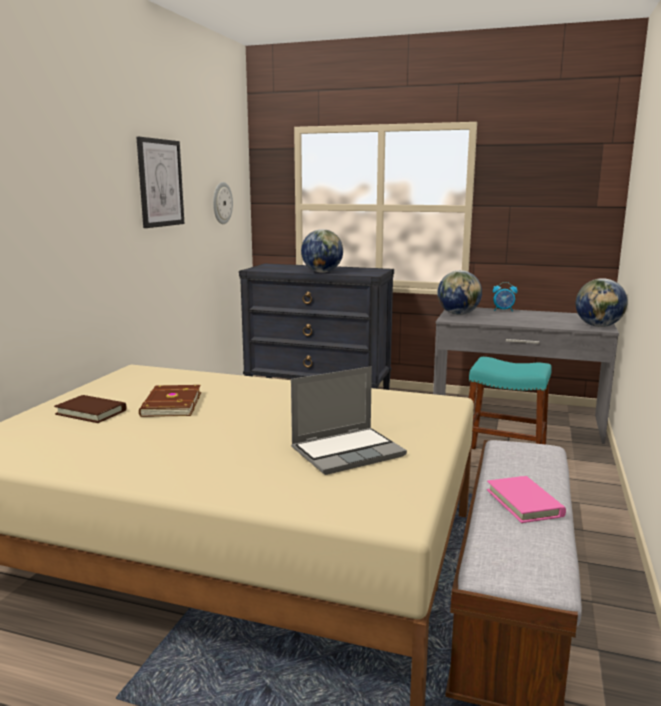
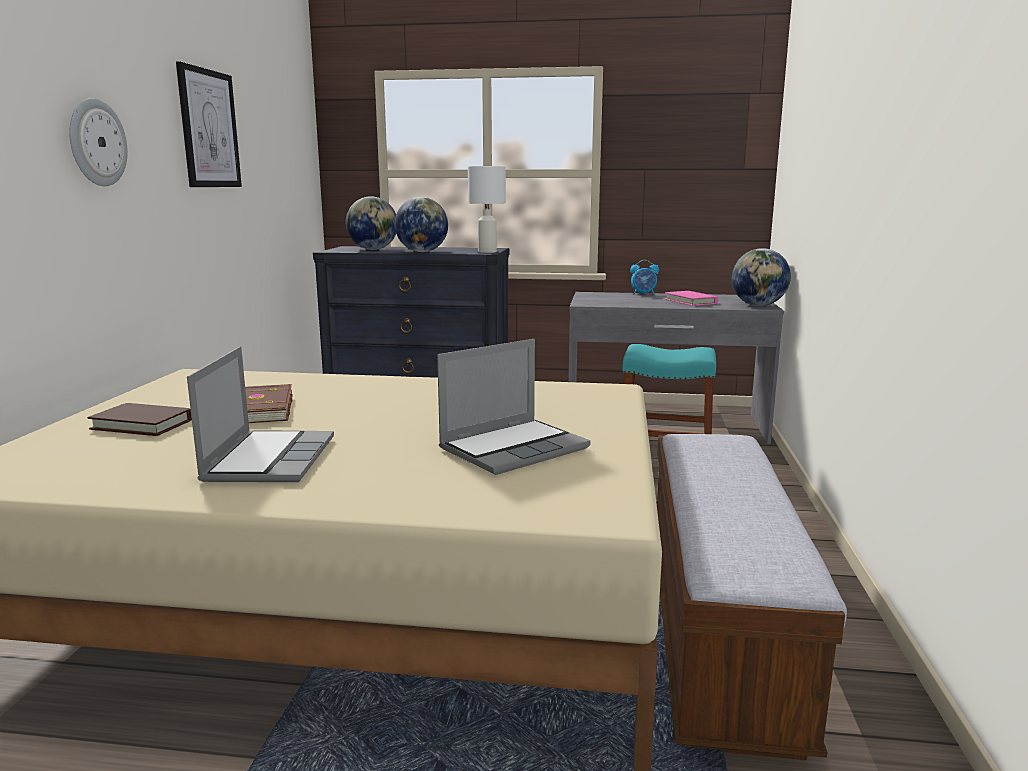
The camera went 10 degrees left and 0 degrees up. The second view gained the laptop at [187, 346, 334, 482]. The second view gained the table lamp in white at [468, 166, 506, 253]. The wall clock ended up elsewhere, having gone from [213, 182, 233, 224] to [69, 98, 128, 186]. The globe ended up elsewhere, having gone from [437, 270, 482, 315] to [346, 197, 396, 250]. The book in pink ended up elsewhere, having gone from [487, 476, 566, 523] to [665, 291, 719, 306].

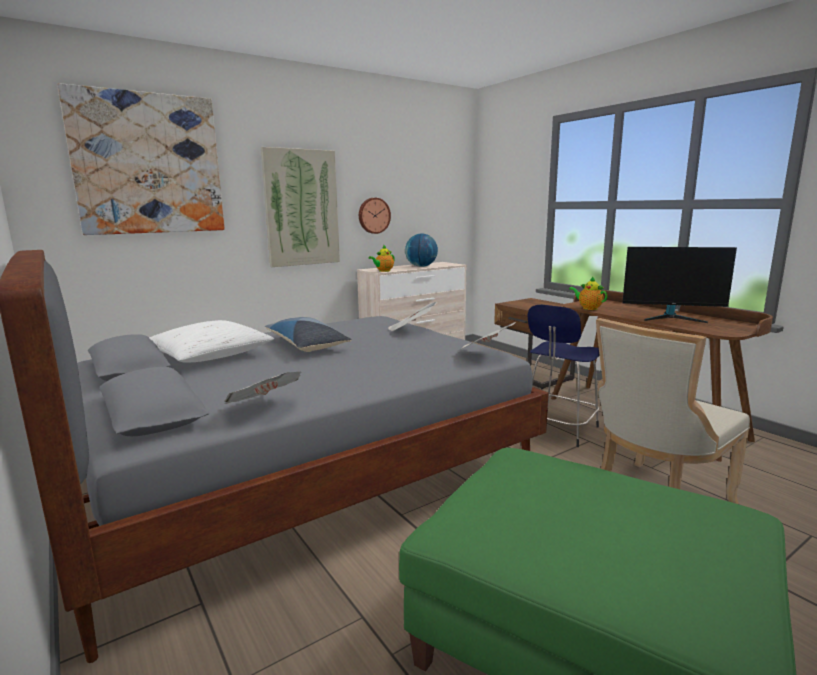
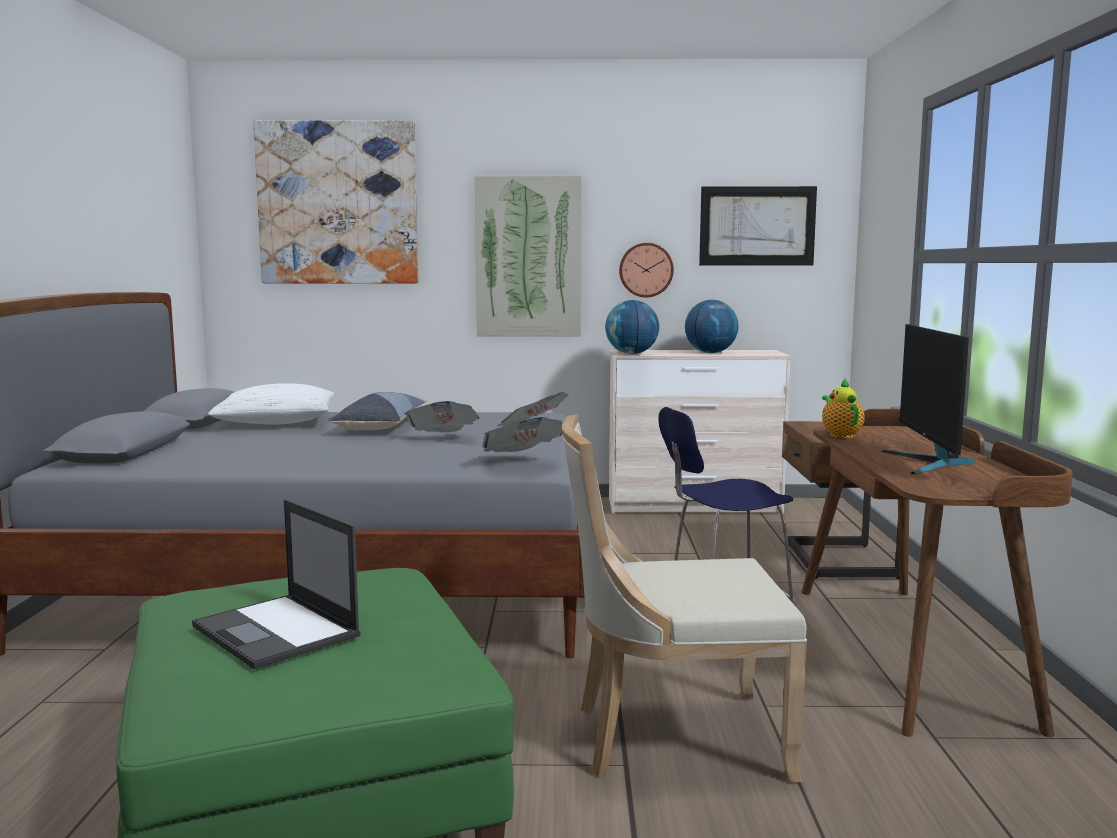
The camera went 35 degrees right and 5 degrees down. The second view gained the laptop at [192, 500, 361, 669]. The second view gained the picture at [699, 186, 817, 266]. The newspaper ended up elsewhere, having gone from [224, 372, 302, 404] to [404, 401, 479, 432]. Where the teapot stood at [369, 245, 395, 272], the globe came to stand at [605, 300, 659, 354]. The monitor at [622, 247, 737, 323] ended up facing another way, 45 degrees clockwise from before.

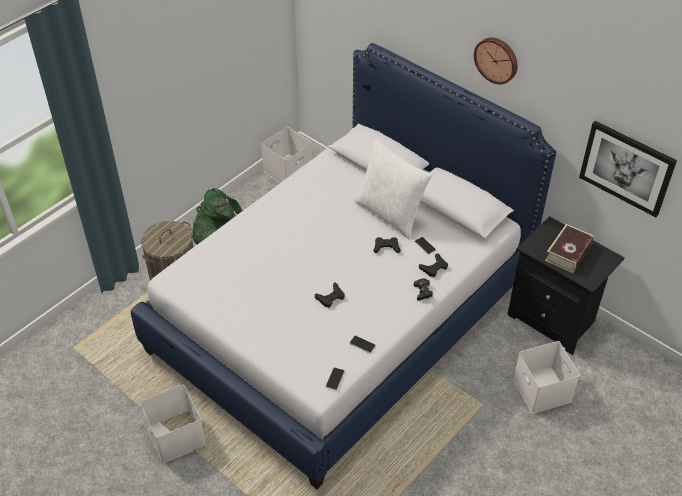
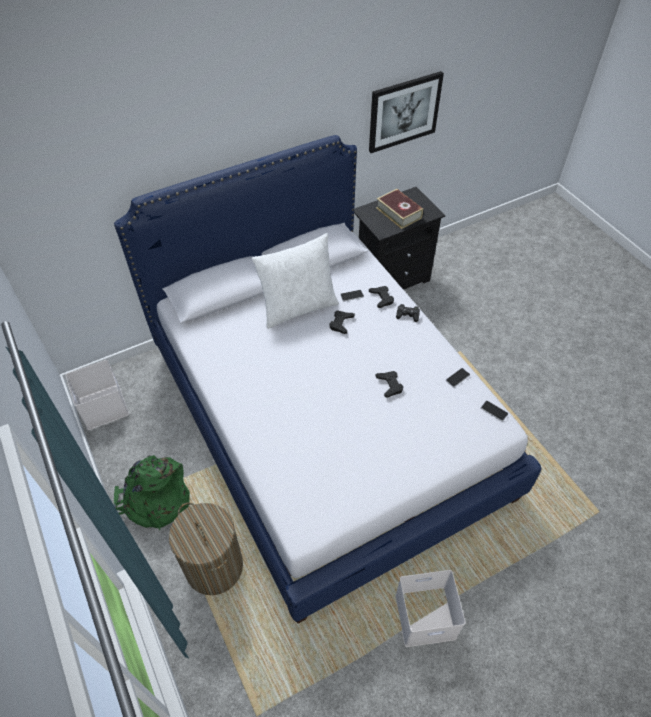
The camera went 70 degrees left and 5 degrees up. The second view lost the wall clock at [474, 37, 517, 84]. The second view lost the storage box in white at [513, 341, 580, 414].

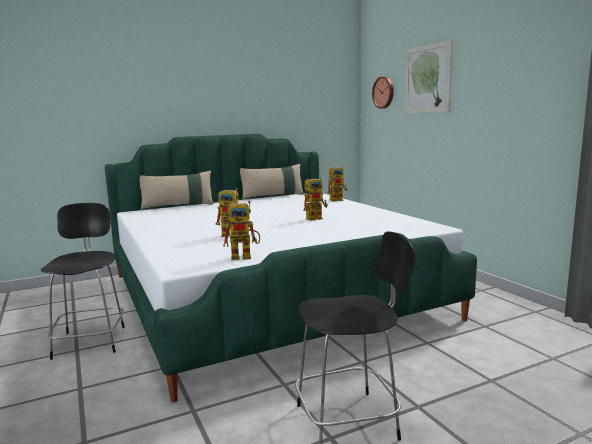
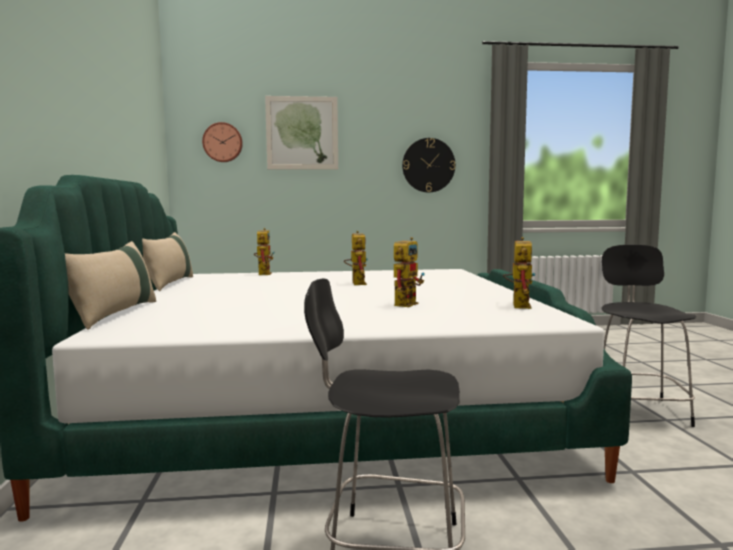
The camera went 70 degrees left and 5 degrees down. The second view gained the wall clock at [402, 138, 455, 193].

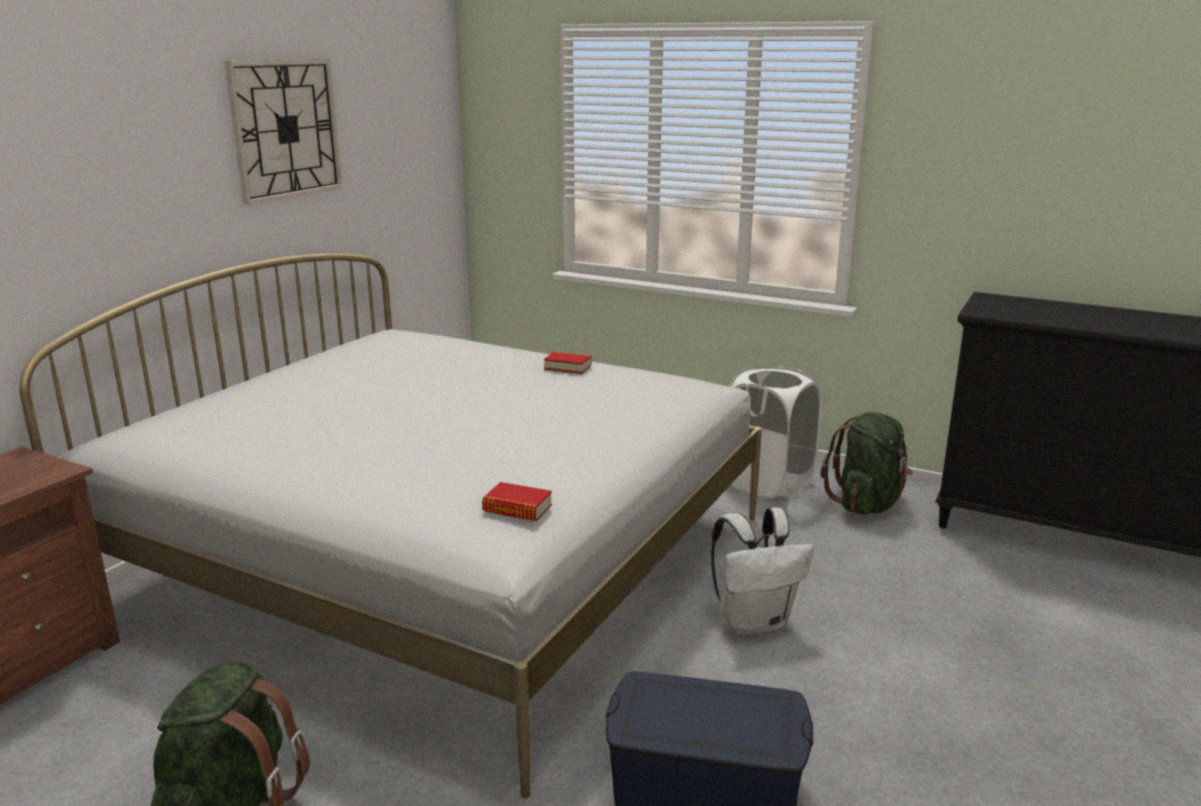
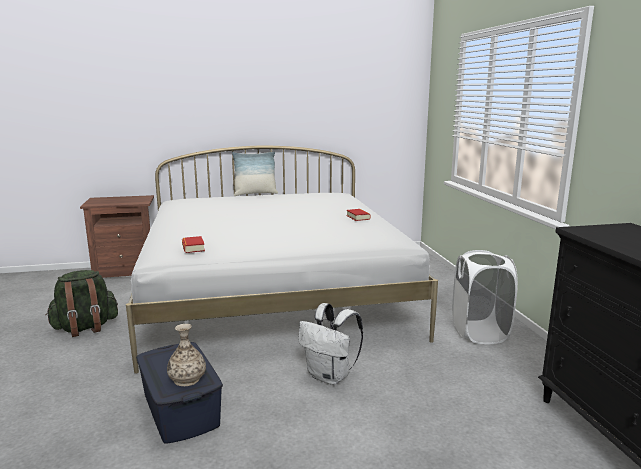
The camera went 50 degrees right and 5 degrees down. The second view lost the wall clock at [225, 59, 342, 205]. The second view lost the backpack in green at [820, 412, 913, 515]. The second view gained the vase at [167, 324, 206, 386]. The second view gained the pillow at [232, 151, 278, 196].

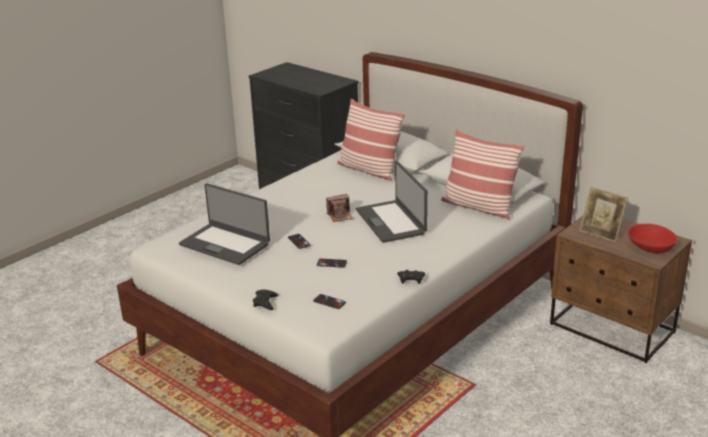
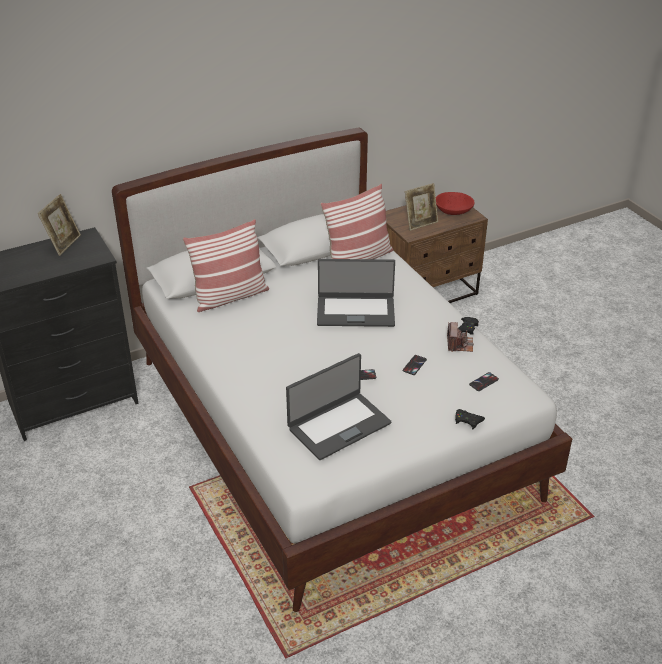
The camera went 70 degrees left and 10 degrees up. The second view gained the picture frame at [38, 194, 81, 256]. The photo camera ended up elsewhere, having gone from [326, 194, 353, 222] to [447, 322, 474, 352].

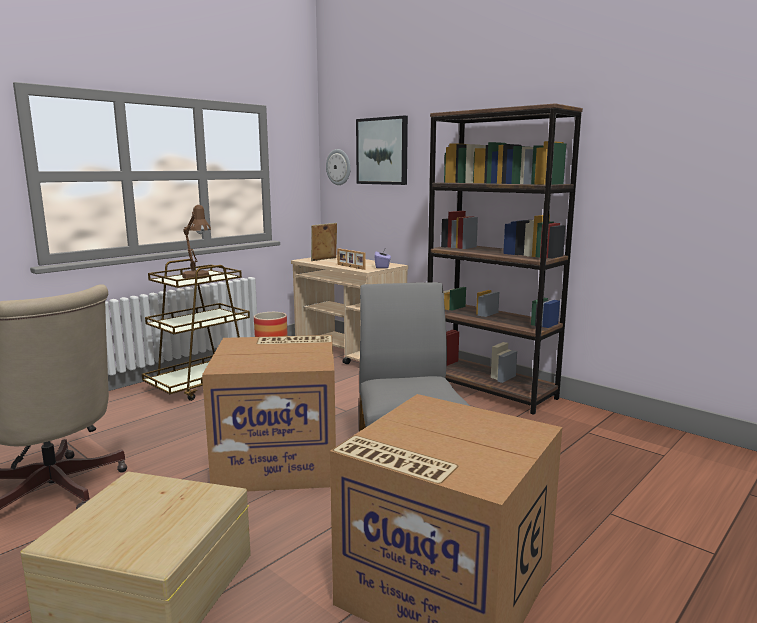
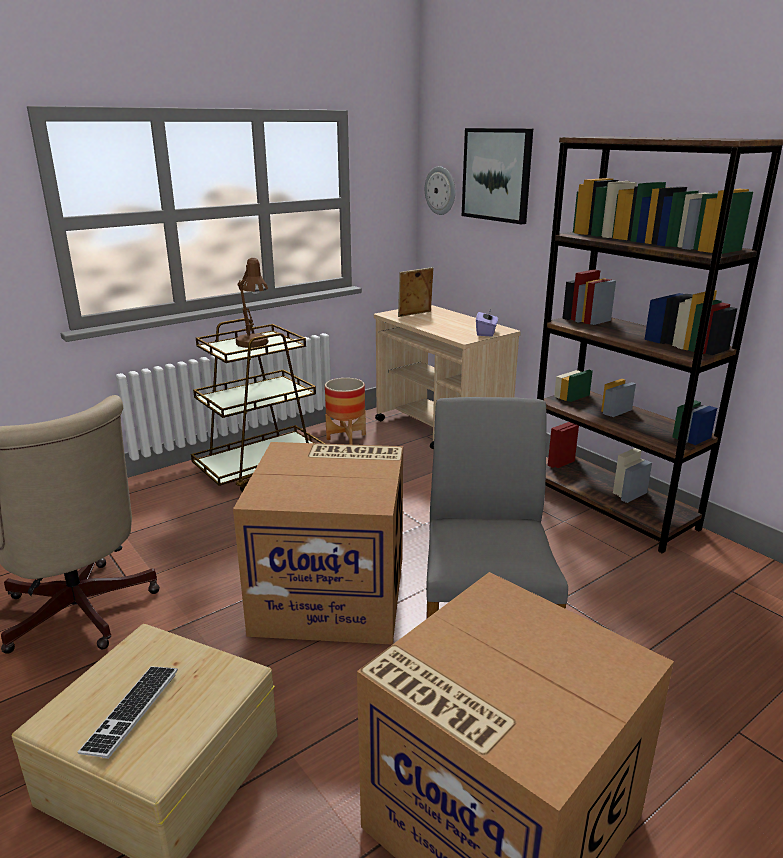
The camera went 10 degrees right and 10 degrees up. The second view lost the picture frame at [337, 248, 366, 270]. The second view gained the keyboard at [78, 666, 178, 759].

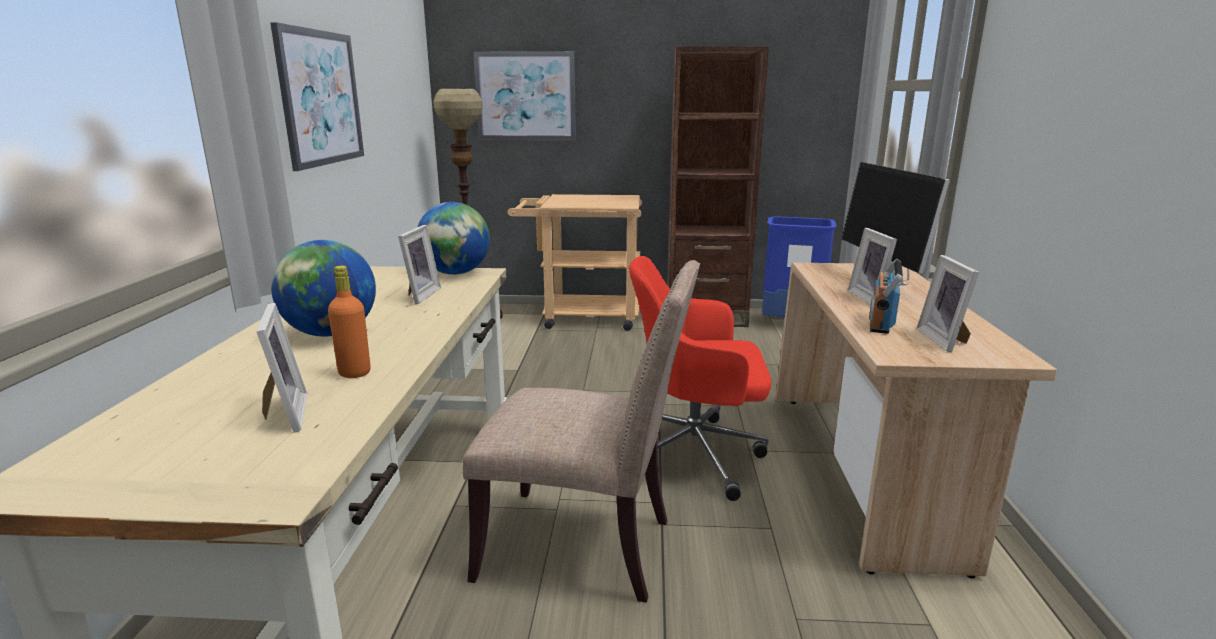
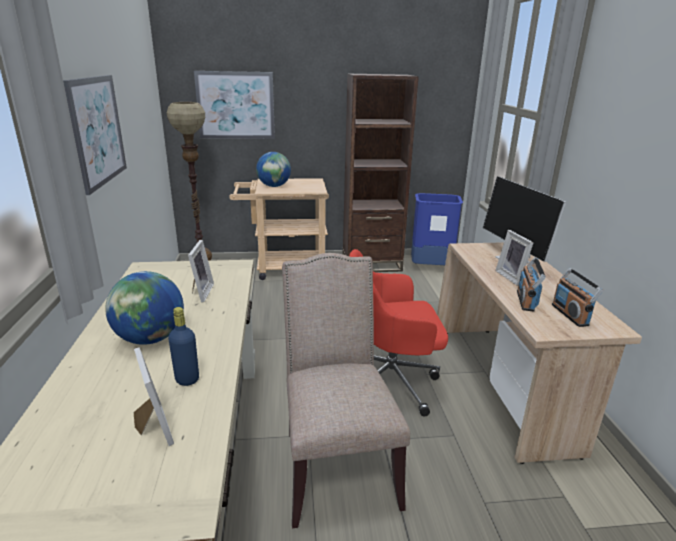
The camera went 10 degrees left and 5 degrees up. The globe ended up elsewhere, having gone from [418, 202, 490, 275] to [256, 152, 291, 187]. Where the picture frame stood at [917, 255, 979, 352], the radio came to stand at [552, 268, 603, 327]. What was the bottle in orange at [328, 265, 371, 378] turned into the bottle in blue at [168, 307, 199, 386]. The chair in beige at [463, 260, 700, 603] ended up facing another way, 105 degrees counterclockwise from before.

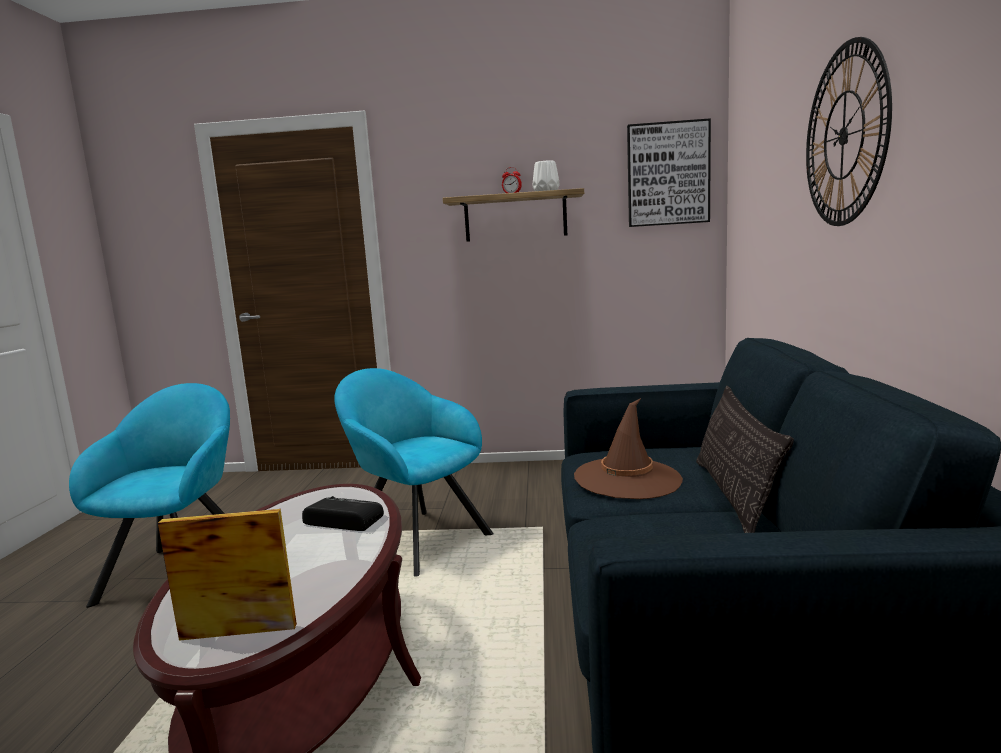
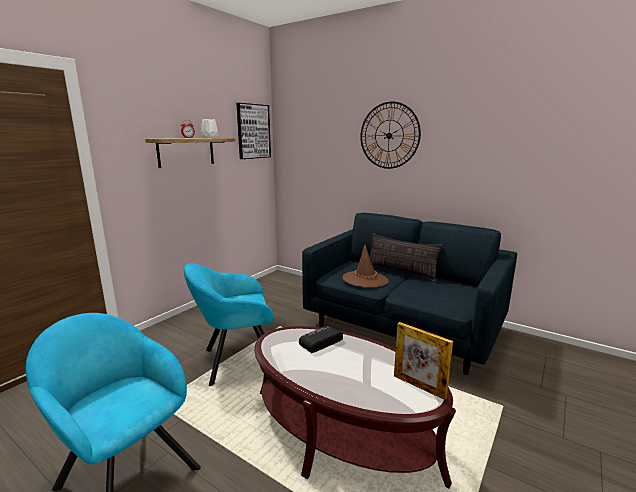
The camera went 60 degrees left and 5 degrees up. The picture frame at [158, 509, 297, 641] ended up facing another way, 75 degrees counterclockwise from before.

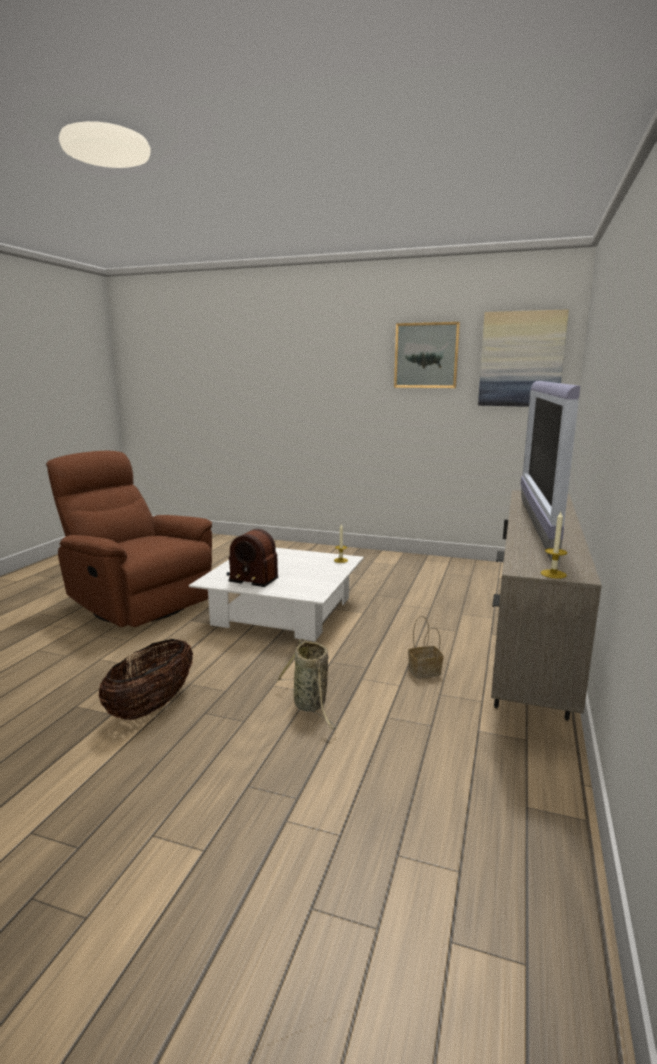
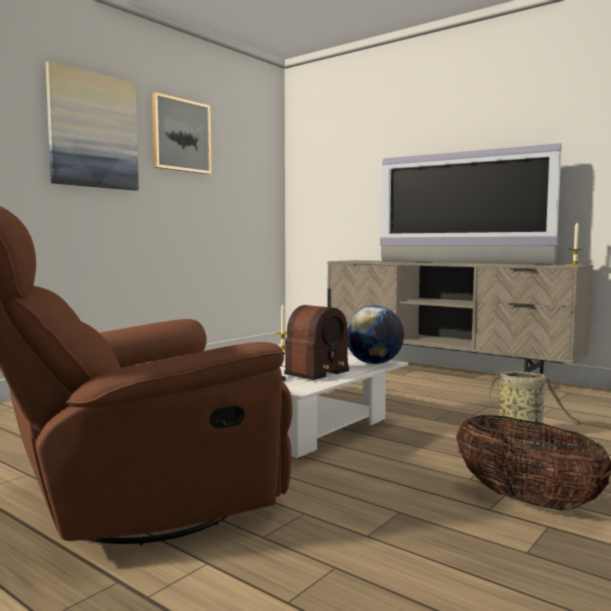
The camera went 70 degrees left and 10 degrees down. The second view lost the basket at [408, 616, 444, 679]. The second view gained the globe at [347, 305, 404, 364]. The picture ended up elsewhere, having gone from [478, 309, 569, 407] to [46, 61, 139, 191].

